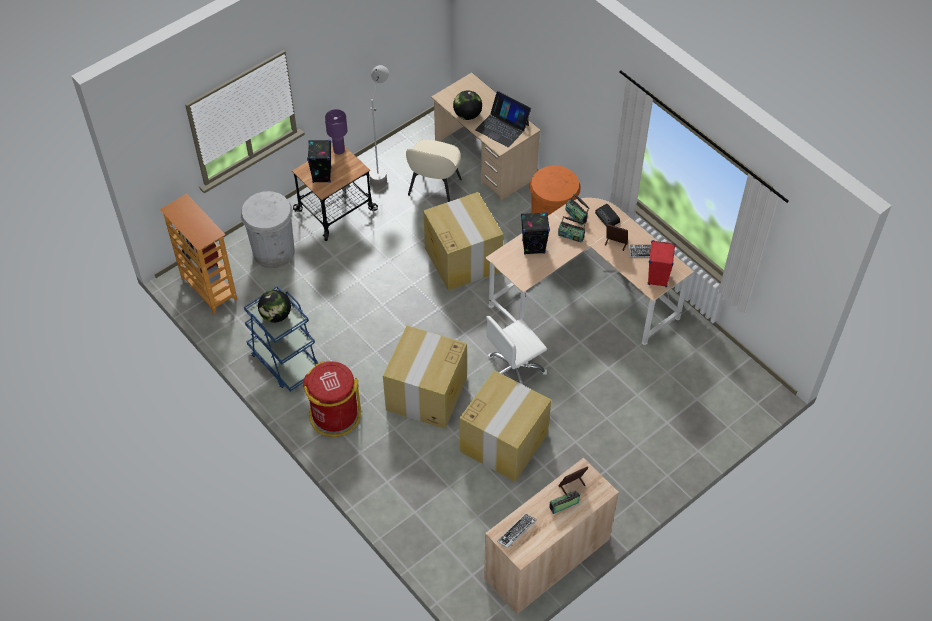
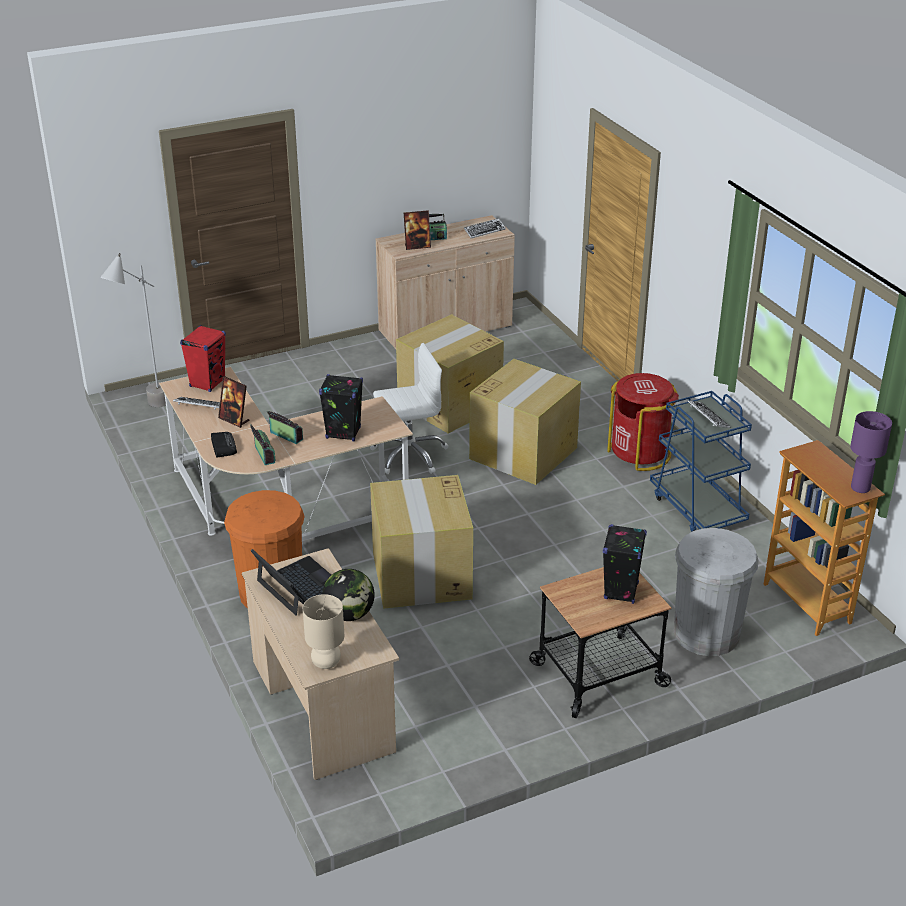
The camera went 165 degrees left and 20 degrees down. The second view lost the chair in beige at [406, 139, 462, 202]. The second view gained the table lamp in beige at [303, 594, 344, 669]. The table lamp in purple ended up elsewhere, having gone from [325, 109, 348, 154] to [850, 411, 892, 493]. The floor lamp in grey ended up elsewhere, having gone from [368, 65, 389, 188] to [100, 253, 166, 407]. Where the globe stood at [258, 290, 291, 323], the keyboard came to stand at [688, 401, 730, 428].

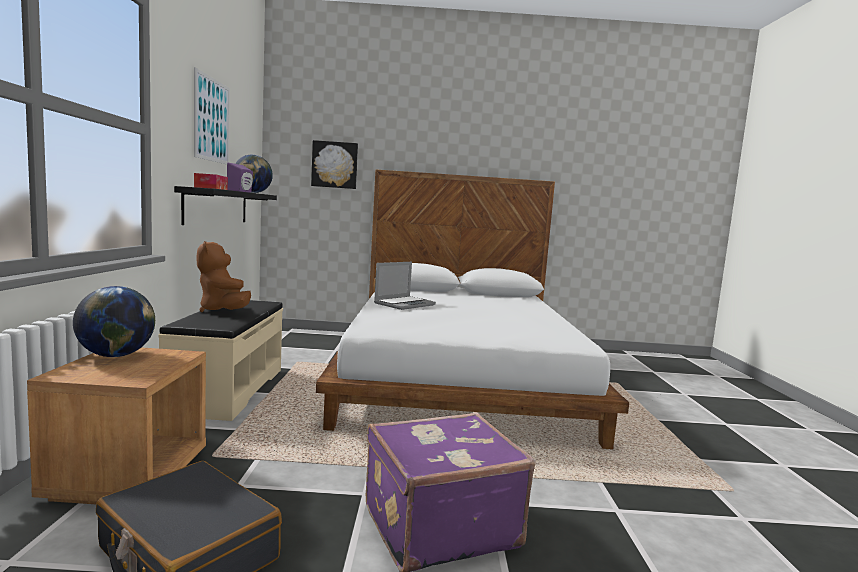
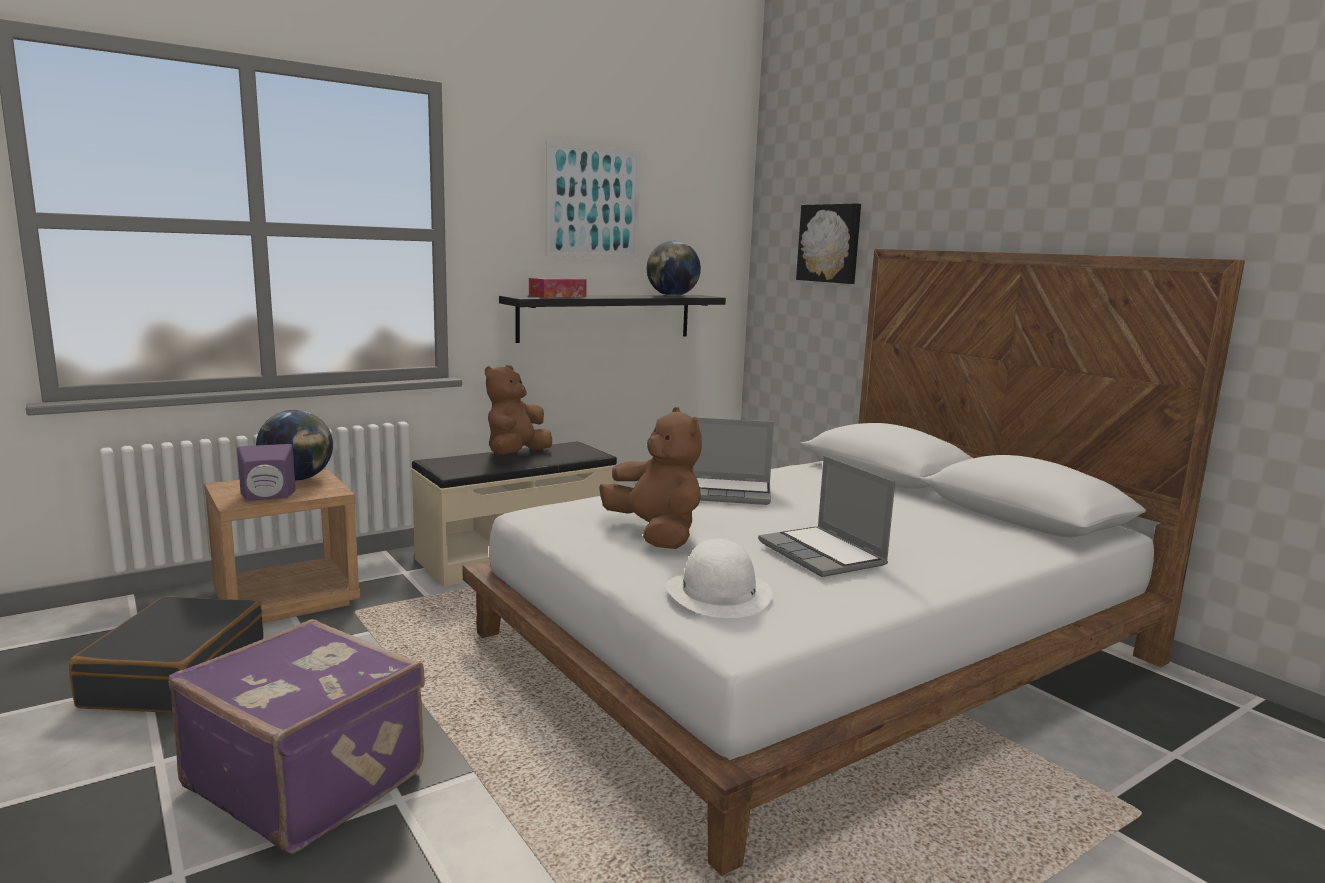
The camera went 55 degrees right and 5 degrees up. The second view gained the plush toy in brown at [599, 407, 702, 549]. The second view gained the hat in white at [666, 539, 772, 618]. The second view gained the laptop at [758, 456, 895, 577]. The speaker in purple ended up elsewhere, having gone from [227, 163, 253, 193] to [237, 444, 296, 501].

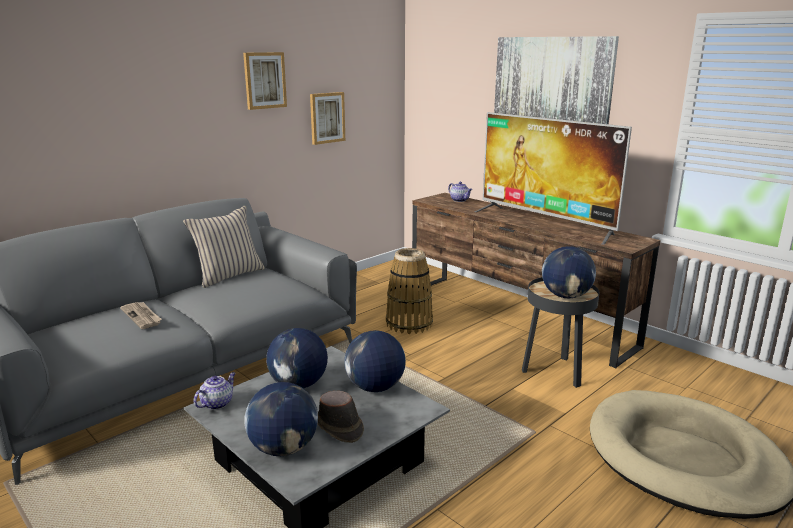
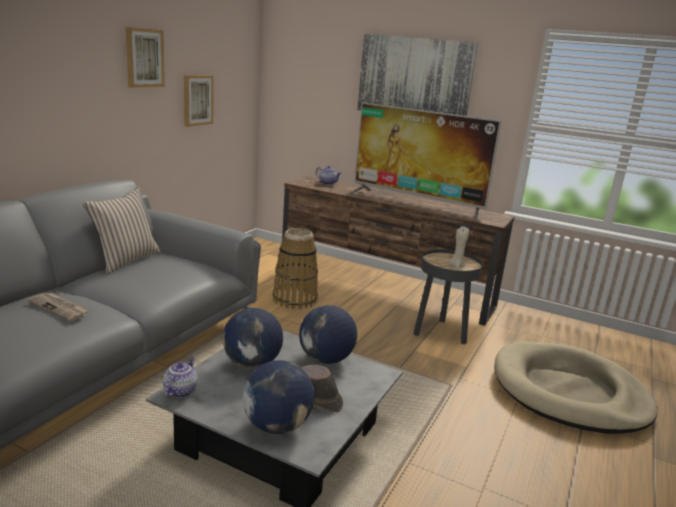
The camera went 20 degrees left and 0 degrees up. Where the globe stood at [542, 246, 596, 299], the candle in beige came to stand at [449, 226, 469, 268].

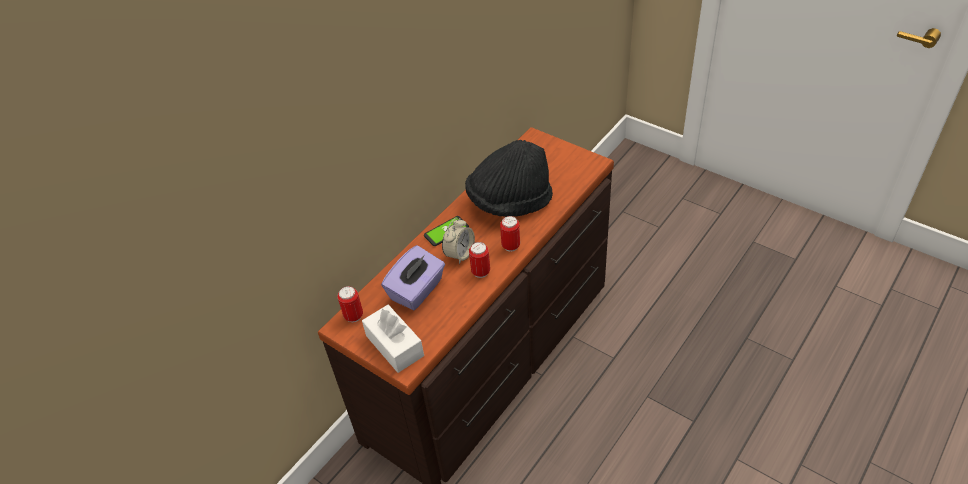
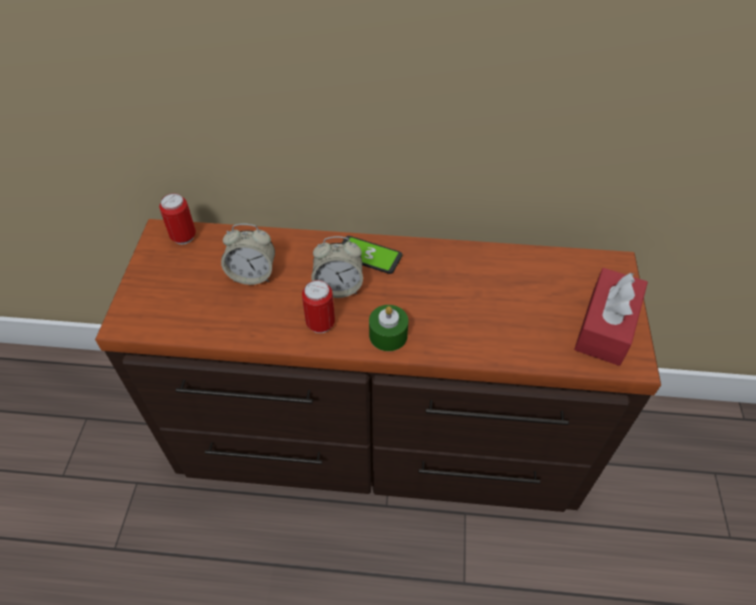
The camera went 55 degrees right and 5 degrees up. The second view lost the tissue box in white at [362, 305, 424, 373]. The second view lost the hat in black at [465, 140, 553, 217]. The second view gained the tissue box in red at [574, 268, 648, 366]. Where the tissue box in purple stood at [381, 245, 445, 311], the alarm clock came to stand at [221, 224, 275, 285]. Where the can stood at [500, 216, 520, 252], the candle in green came to stand at [369, 305, 408, 351].

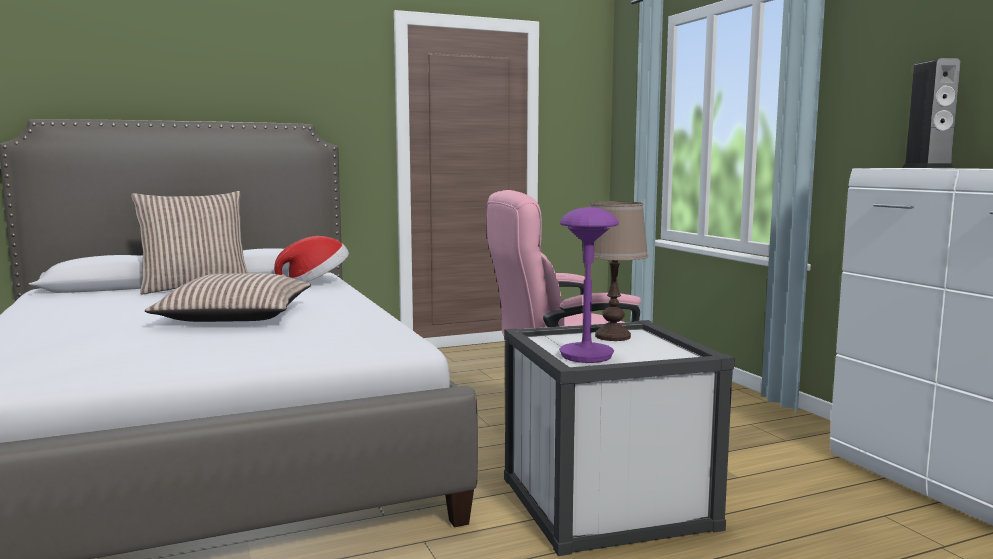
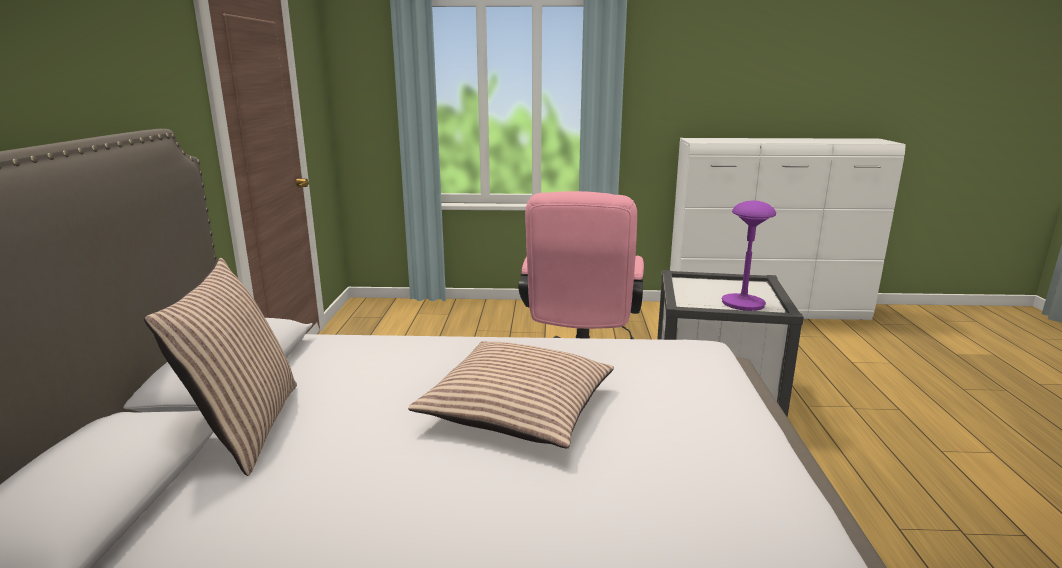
The camera went 65 degrees left and 10 degrees up. The second view lost the hat at [274, 236, 349, 282]. The second view lost the table lamp in brown at [582, 201, 648, 341]. The second view lost the speaker at [902, 58, 961, 168].

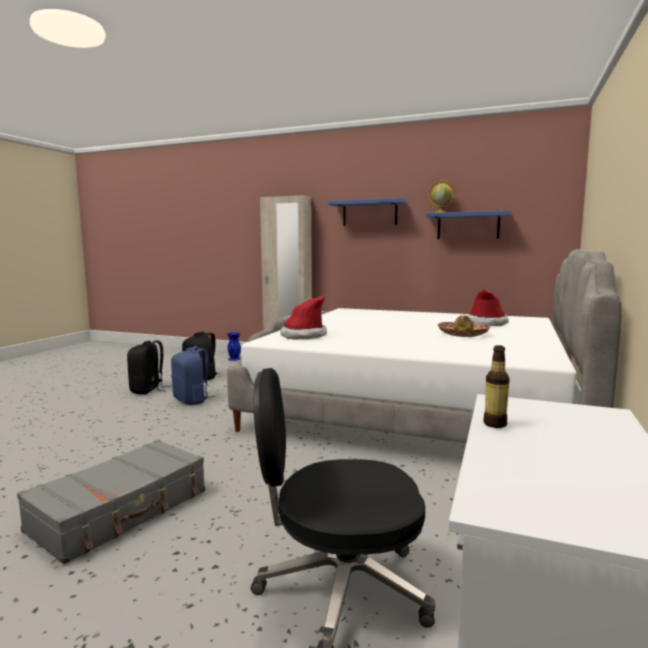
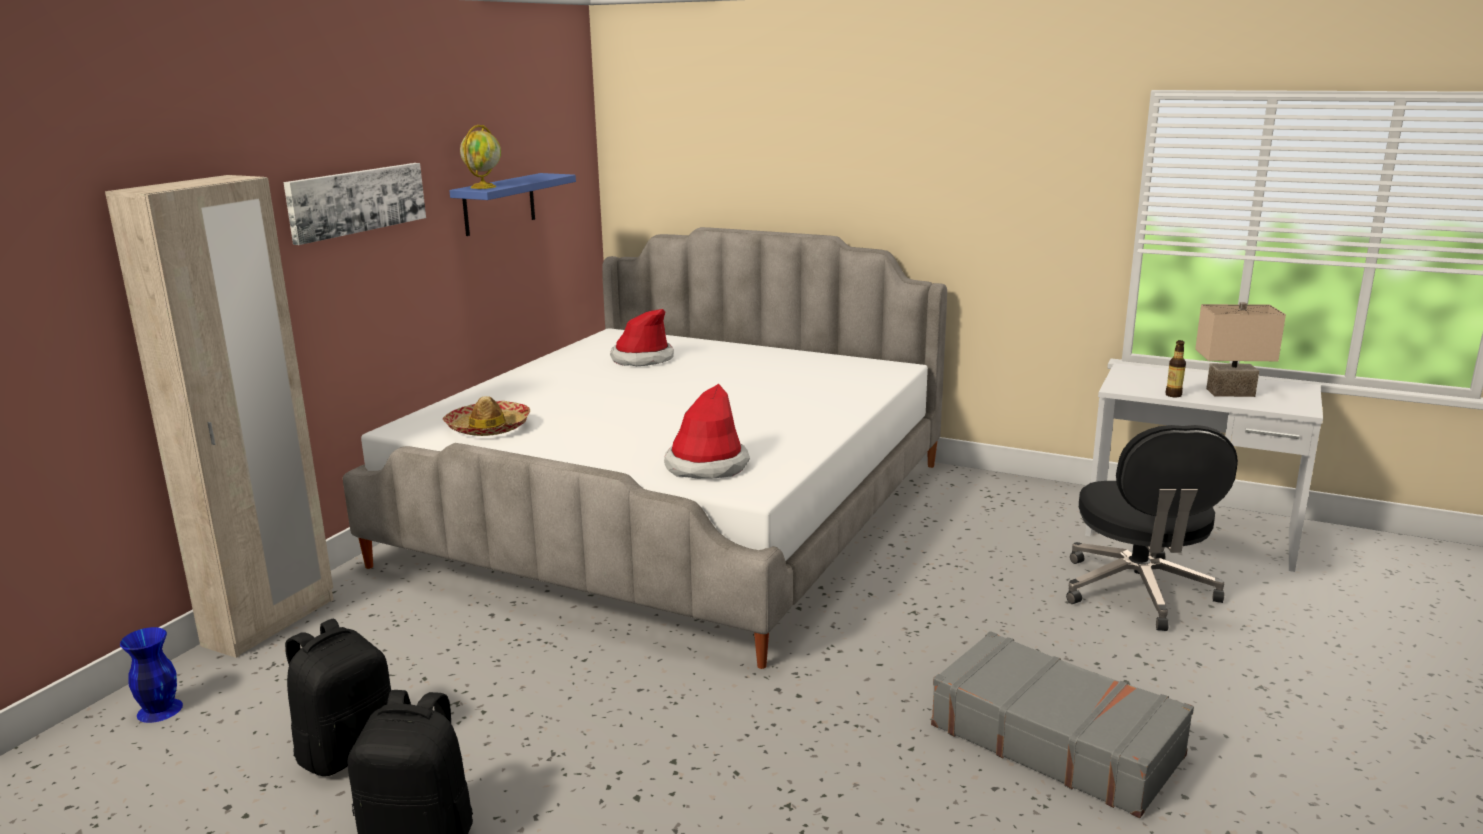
The camera went 85 degrees left and 10 degrees up. The second view lost the backpack in blue at [171, 346, 216, 405]. The second view gained the table lamp in beige at [1195, 302, 1286, 397]. The hat ended up elsewhere, having gone from [438, 315, 491, 337] to [443, 396, 530, 436]. Where the shelf in blue hung at [328, 198, 406, 226], the picture came to hang at [283, 163, 426, 245].

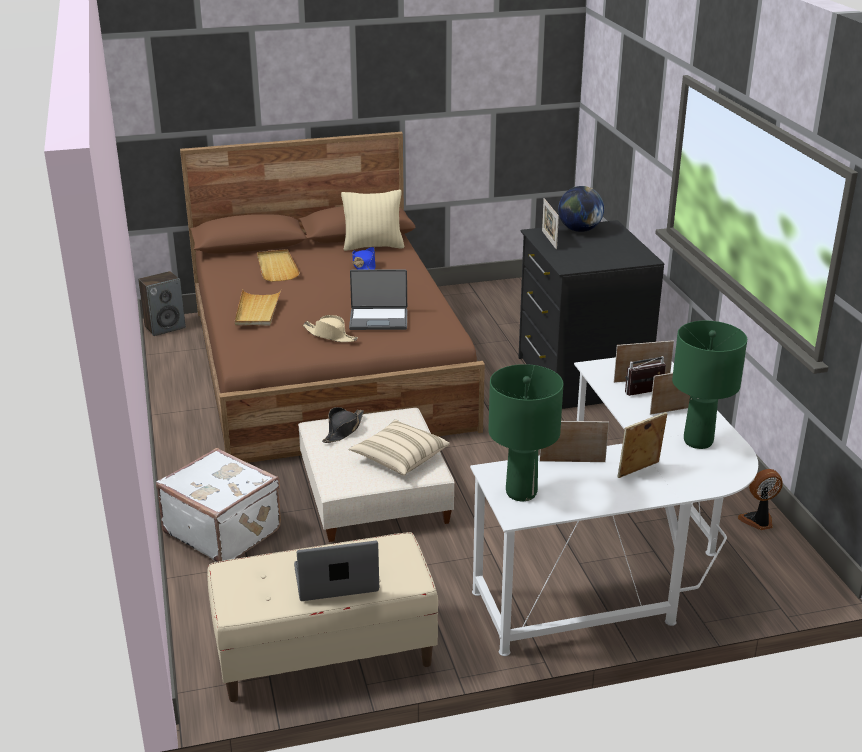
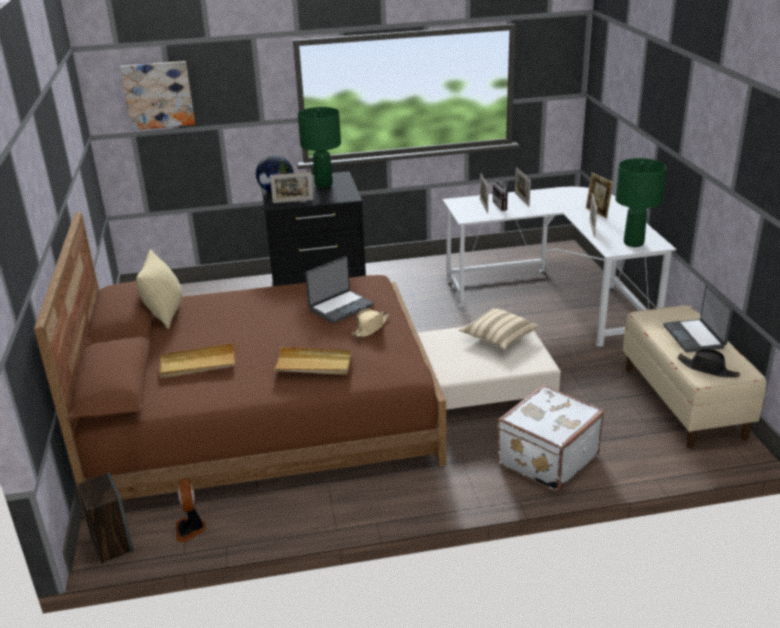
The camera went 85 degrees left and 0 degrees up. The second view lost the hat in blue at [352, 247, 375, 270]. The second view gained the picture at [120, 61, 195, 130]. The hat in black ended up elsewhere, having gone from [322, 407, 364, 443] to [677, 349, 740, 378]. The table lamp in green ended up elsewhere, having gone from [672, 321, 747, 449] to [298, 107, 341, 188]. The fan ended up elsewhere, having gone from [738, 469, 783, 530] to [176, 478, 206, 543]. The laptop at [349, 269, 407, 330] ended up facing another way, 45 degrees clockwise from before.

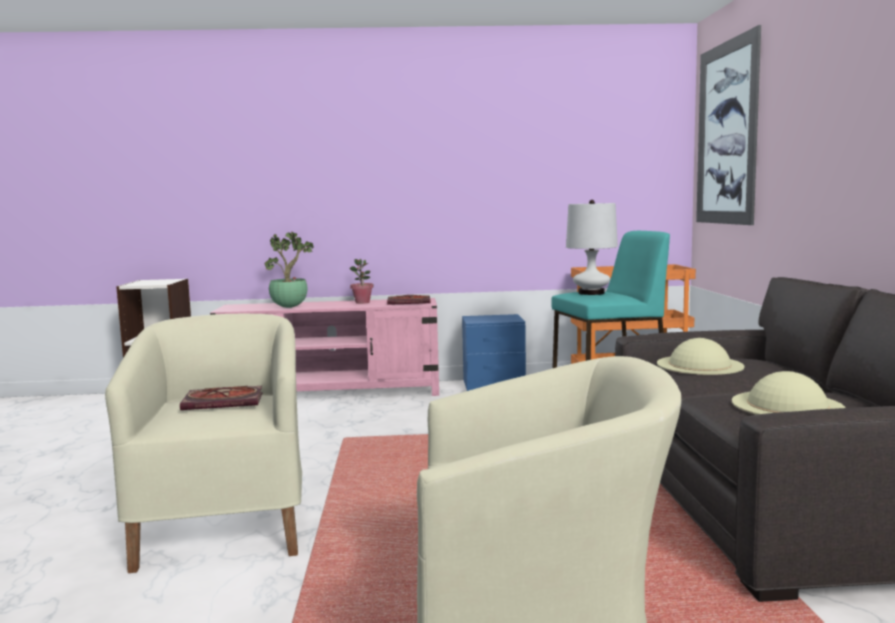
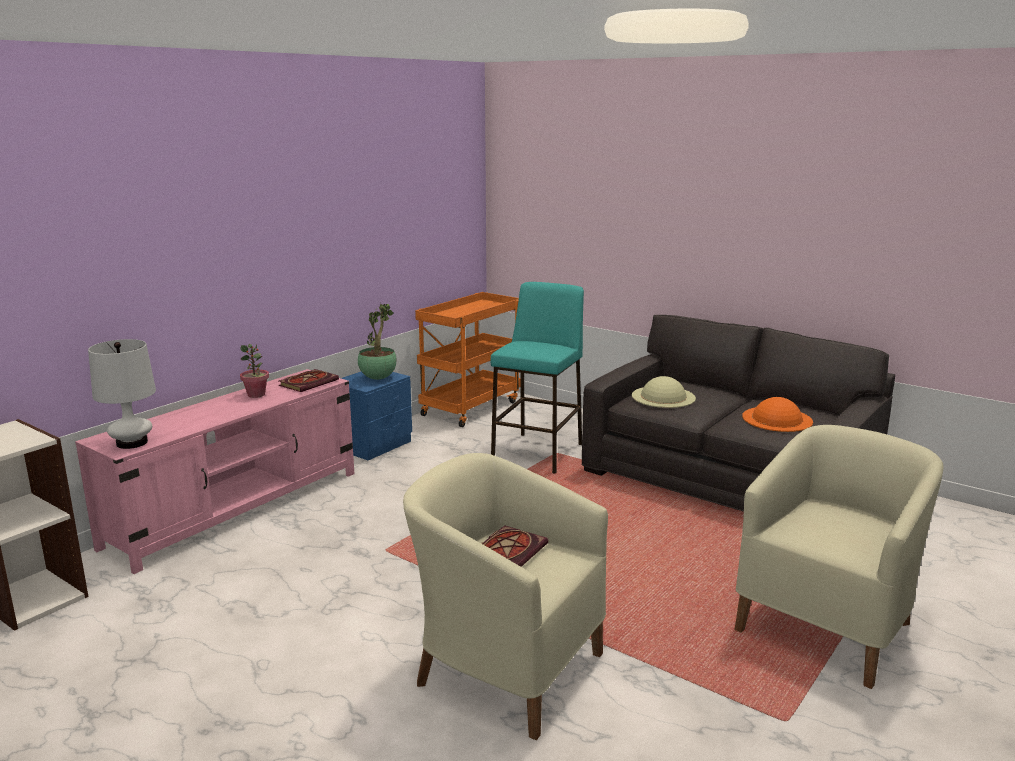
The camera went 50 degrees left and 10 degrees up. The second view lost the picture at [696, 25, 761, 225]. The potted plant ended up elsewhere, having gone from [265, 232, 313, 308] to [358, 303, 396, 380]. The table lamp in white ended up elsewhere, having gone from [566, 200, 618, 295] to [88, 339, 156, 449]. What was the hat in beige at [732, 371, 846, 415] turned into the hat in orange at [742, 397, 813, 432].

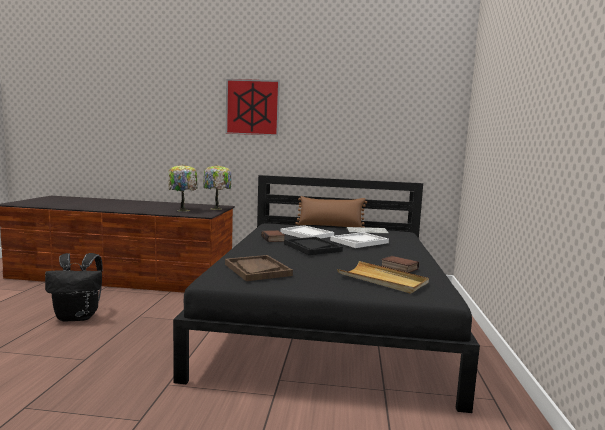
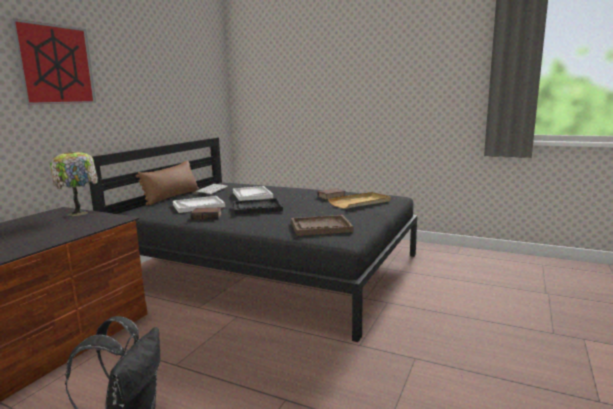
The camera went 70 degrees left and 5 degrees up. The second view lost the table lamp at [168, 164, 198, 212].

